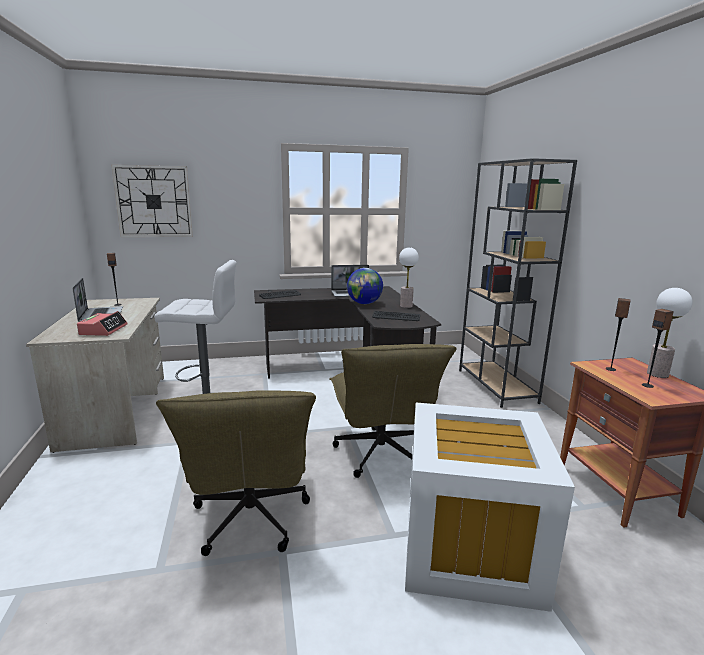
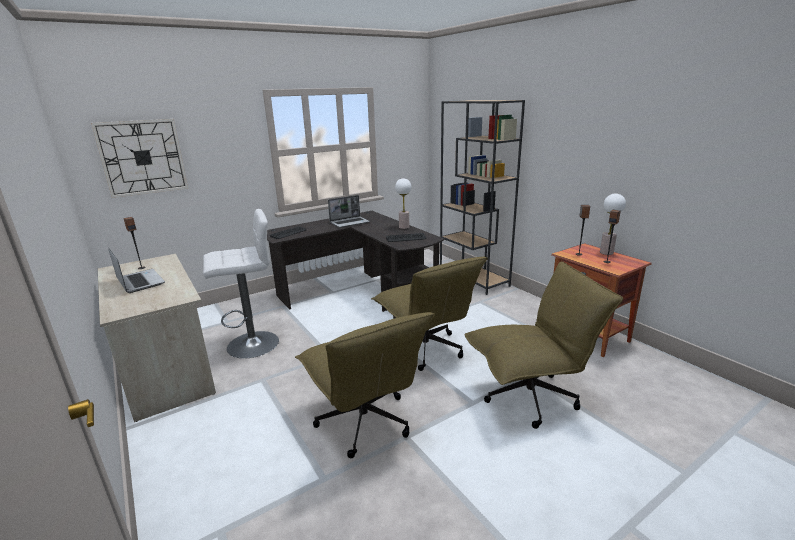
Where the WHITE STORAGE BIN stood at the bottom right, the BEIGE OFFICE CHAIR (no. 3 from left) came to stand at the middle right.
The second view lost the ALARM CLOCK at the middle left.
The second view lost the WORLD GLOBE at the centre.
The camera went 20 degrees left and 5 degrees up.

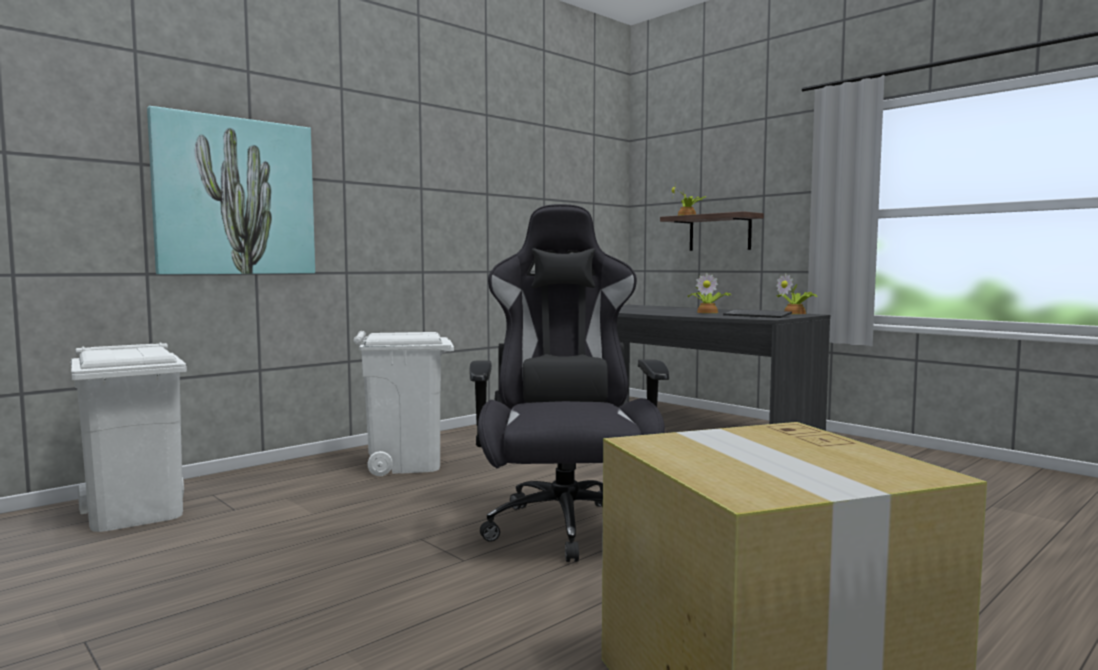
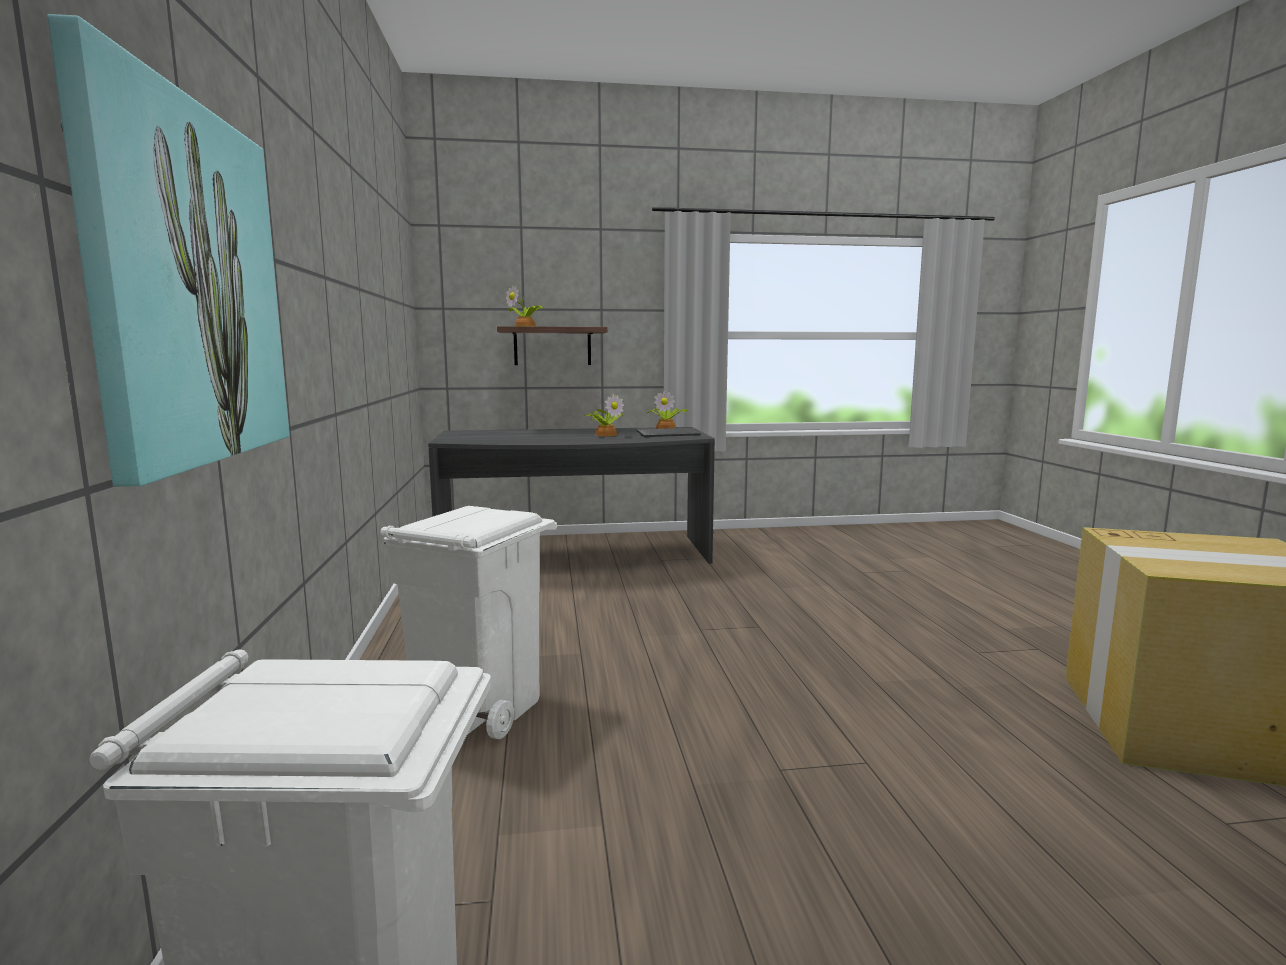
The second view lost the BLACKISH OFFICE CHAIR at the centre.
The camera went 55 degrees left and 5 degrees up.

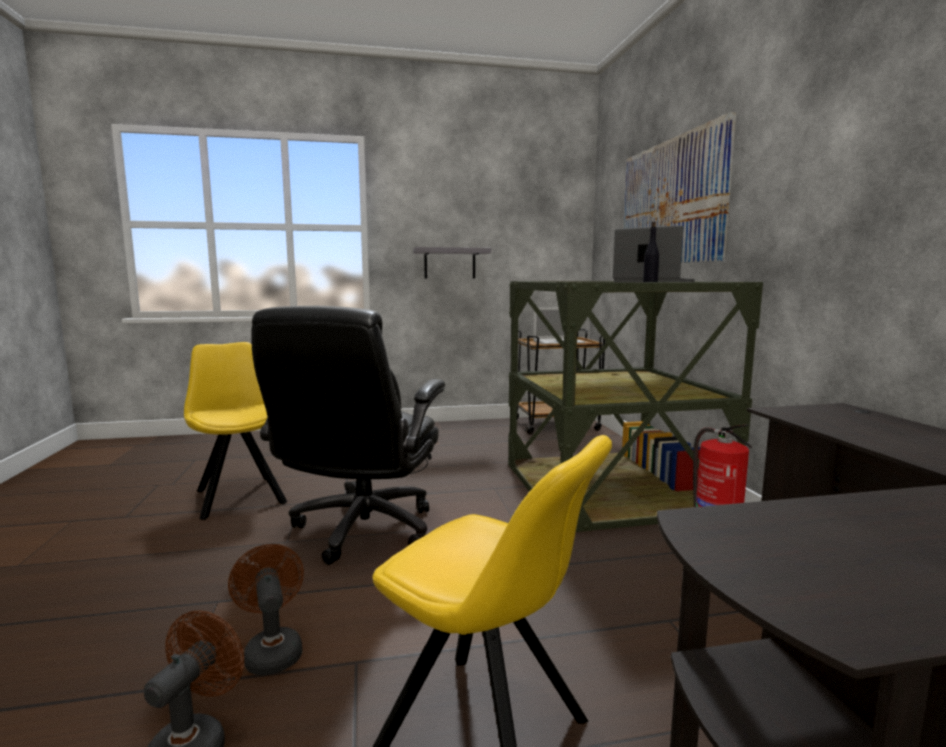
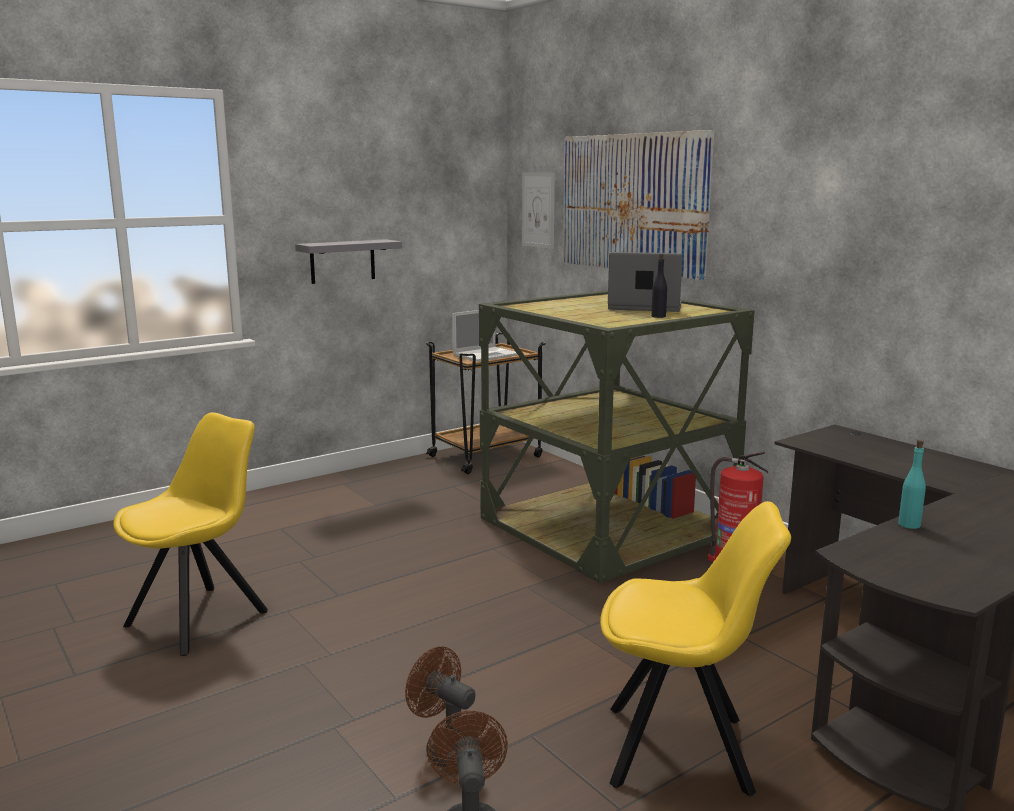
The YELLOW CHAIR (no. 1 from left) at the middle left ended up facing another way, 90 degrees clockwise from before.
The second view gained the PICTURE (no. 1 from left) at the top centre.
The second view gained the TURQUOISE-COLOURED DRINK BOTTLE at the middle right.
The second view lost the BLACKISH OFFICE CHAIR at the centre.
The camera went 25 degrees left and 5 degrees up.

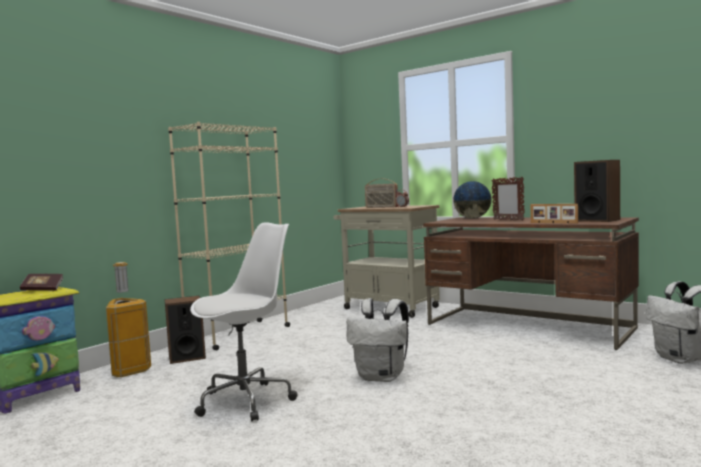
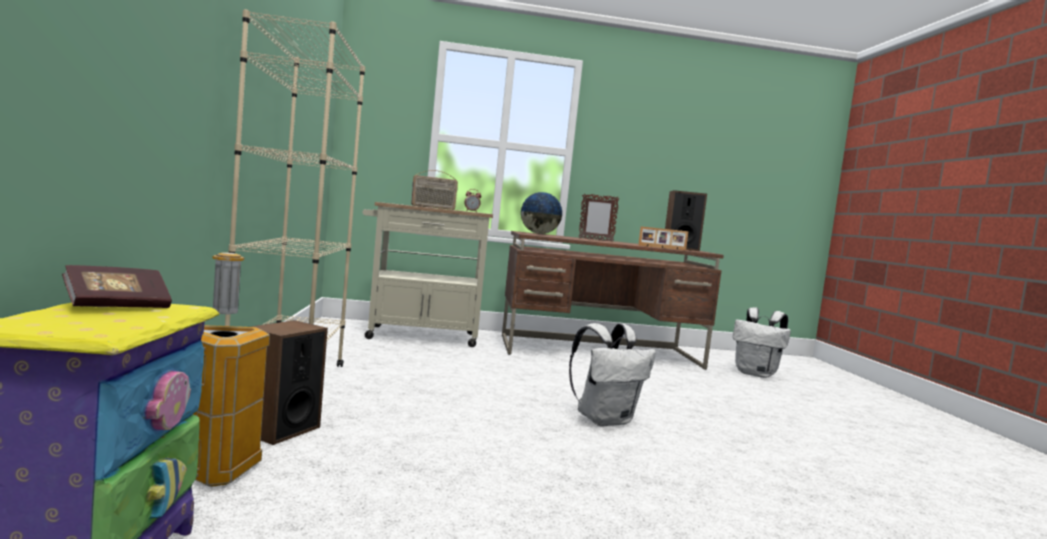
The second view lost the WHITE OFFICE CHAIR at the bottom centre.
The camera went 45 degrees left and 0 degrees up.

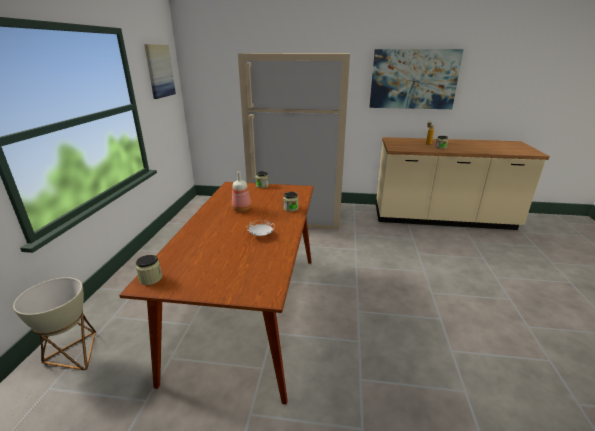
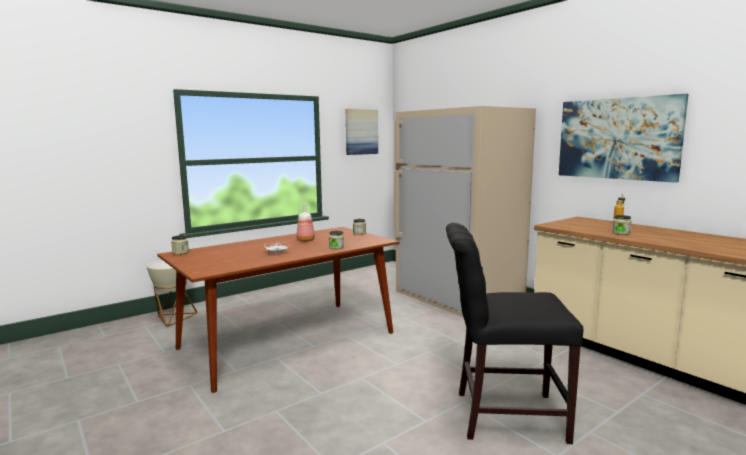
The second view gained the BLACKISH CHAIR at the bottom right.
The camera went 45 degrees right and 15 degrees down.

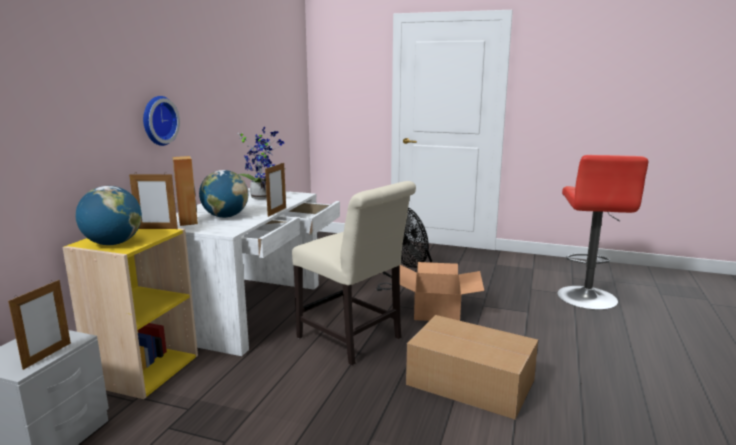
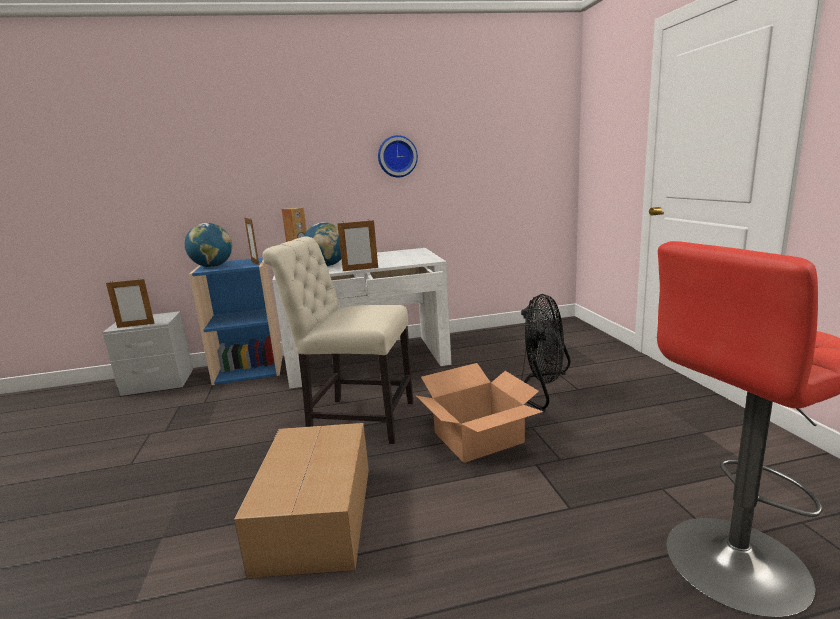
What was the YELLOW SHELVING UNIT at the bottom left turned into the BLUISH SHELVING UNIT at the middle left.
The BEIGE CHAIR at the centre ended up facing another way, 90 degrees clockwise from before.
The CLOCK ON THE WALL ended up elsewhere, having gone from the top left to the top centre.
The second view lost the POTTED PLANT at the centre.
The camera went 60 degrees right and 0 degrees up.

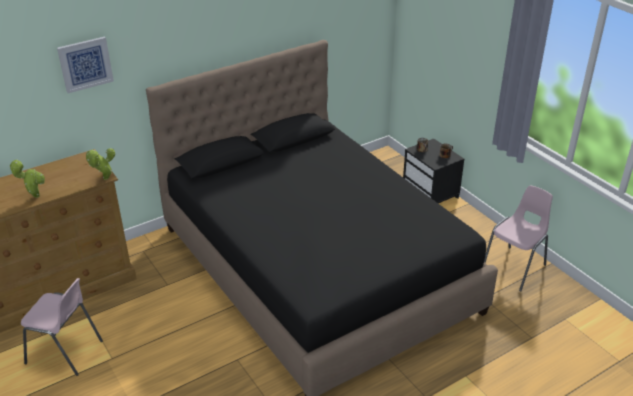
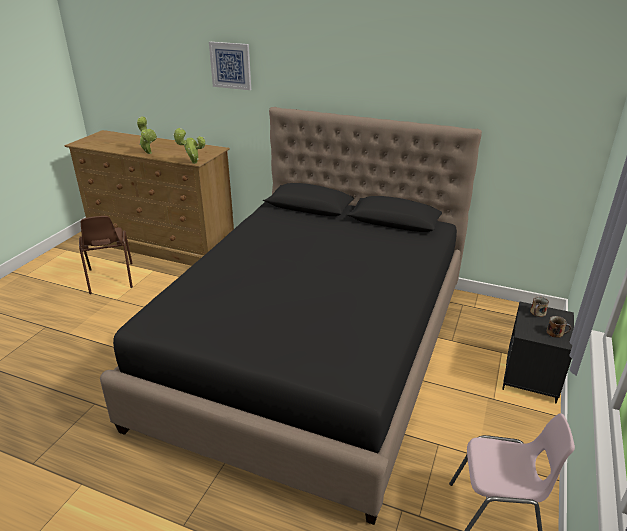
What was the PINK-COLOURED CHAIR (no. 1 from left) at the bottom left turned into the BROWN-COLOURED CHAIR at the middle left.
The camera went 55 degrees right and 5 degrees down.

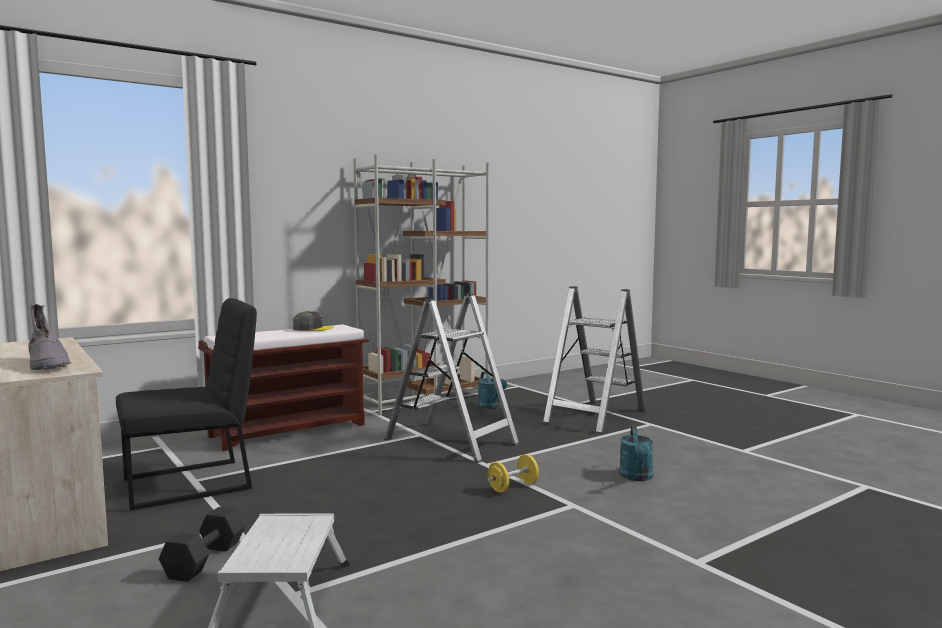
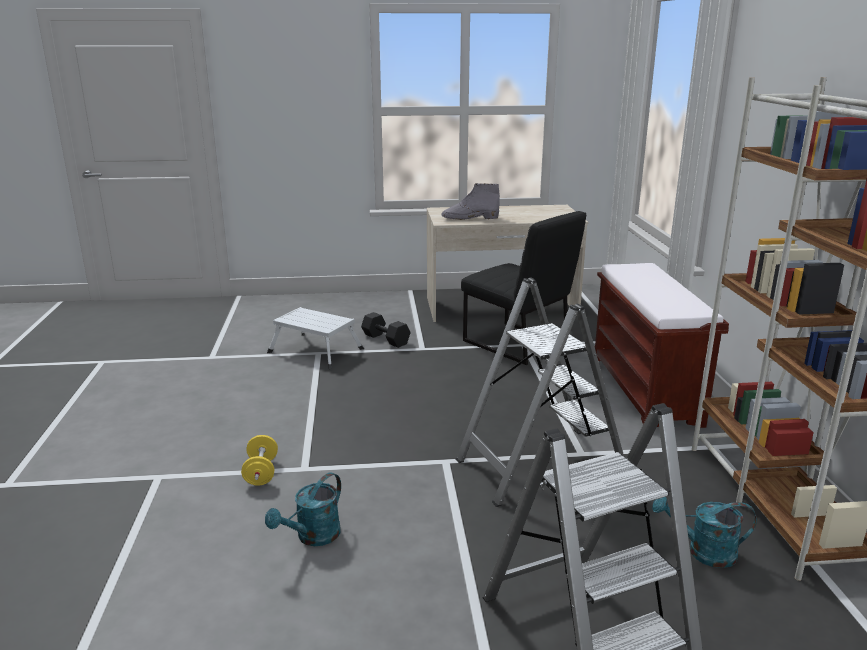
The YELLOW FREE WEIGHT ended up elsewhere, having gone from the bottom centre to the bottom left.
The TURQUOISE-COLOURED WATERING CAN (no. 2 from left in the first image) at the bottom right ended up facing another way, 90 degrees counterclockwise from before.
The BLACKISH CHAIR at the middle left ended up facing another way, 45 degrees counterclockwise from before.
The second view lost the GREY BASEBALL CAP at the middle left.
The camera went 120 degrees right and 15 degrees up.

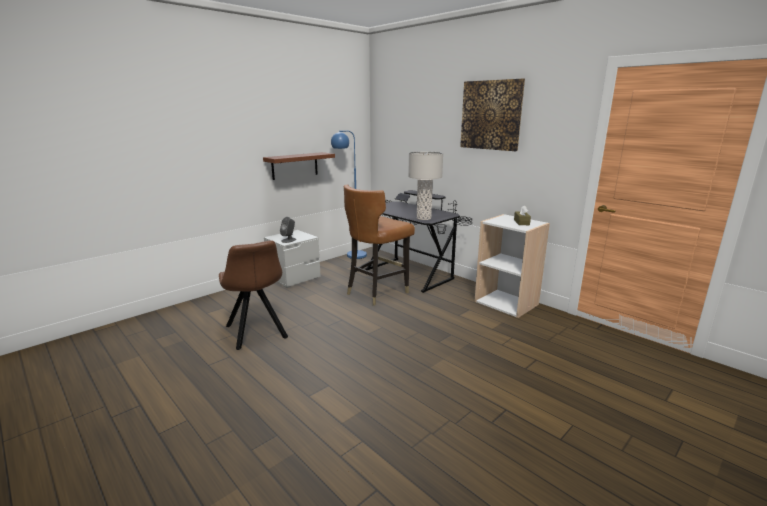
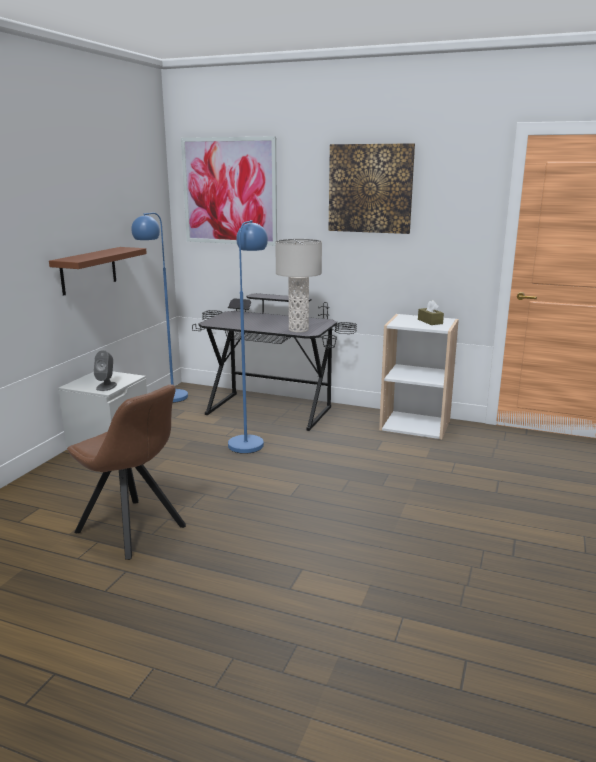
The second view gained the PICTURE (no. 1 from left) at the top centre.
Where the BROWN-COLOURED CHAIR (no. 2 from left) stood at the centre, the BLUISH FLOOR LAMP (no. 2 from left) came to stand at the centre.
The camera went 25 degrees left and 0 degrees up.

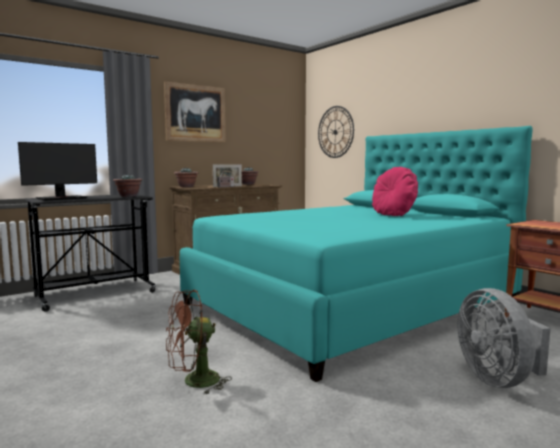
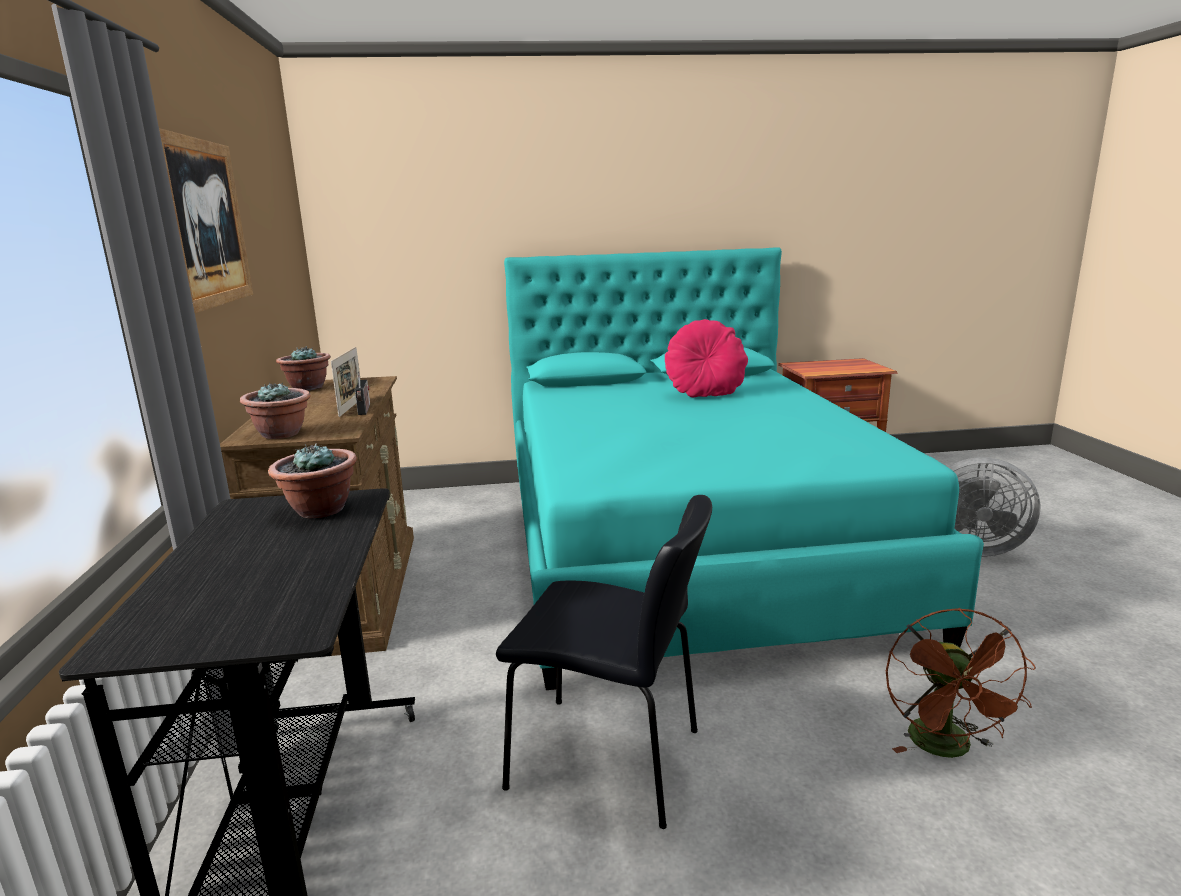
The second view gained the BLACKISH CHAIR at the bottom centre.
The second view lost the COMPUTER SCREEN at the middle left.
The second view lost the CLOCK ON THE WALL at the top centre.
The camera went 60 degrees left and 10 degrees up.

